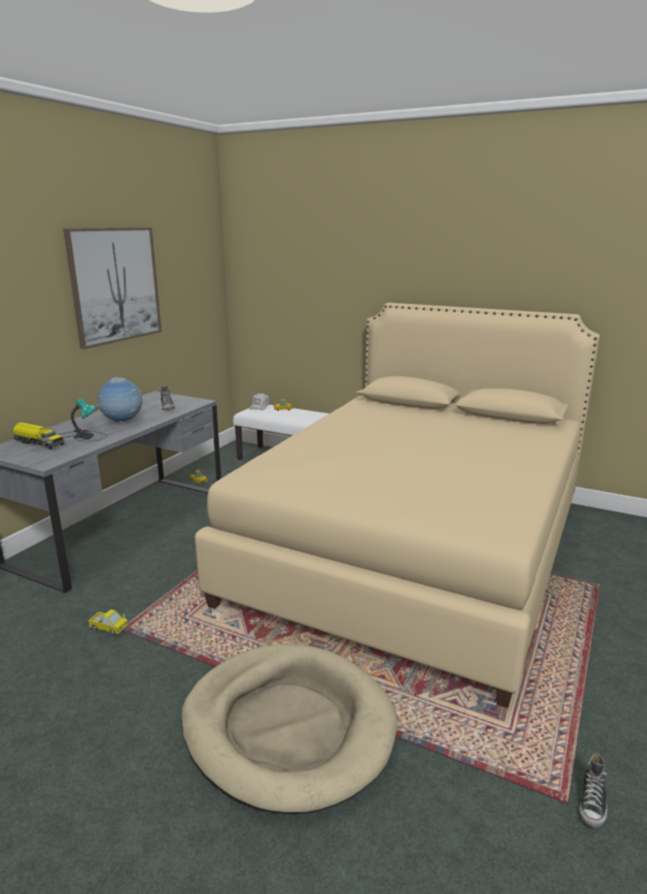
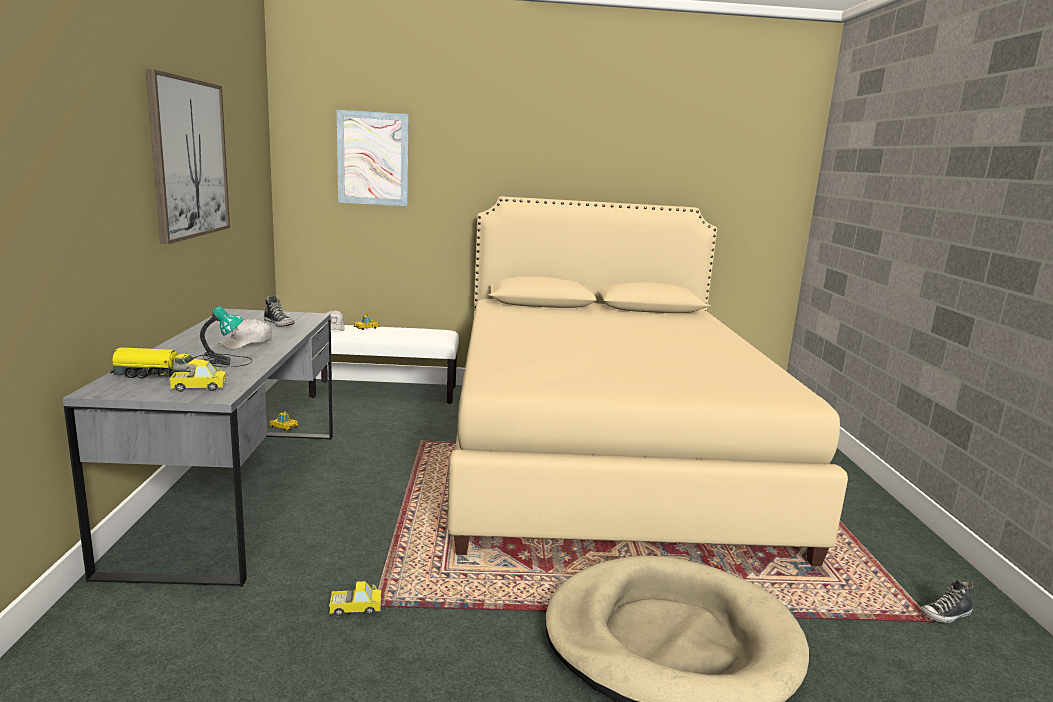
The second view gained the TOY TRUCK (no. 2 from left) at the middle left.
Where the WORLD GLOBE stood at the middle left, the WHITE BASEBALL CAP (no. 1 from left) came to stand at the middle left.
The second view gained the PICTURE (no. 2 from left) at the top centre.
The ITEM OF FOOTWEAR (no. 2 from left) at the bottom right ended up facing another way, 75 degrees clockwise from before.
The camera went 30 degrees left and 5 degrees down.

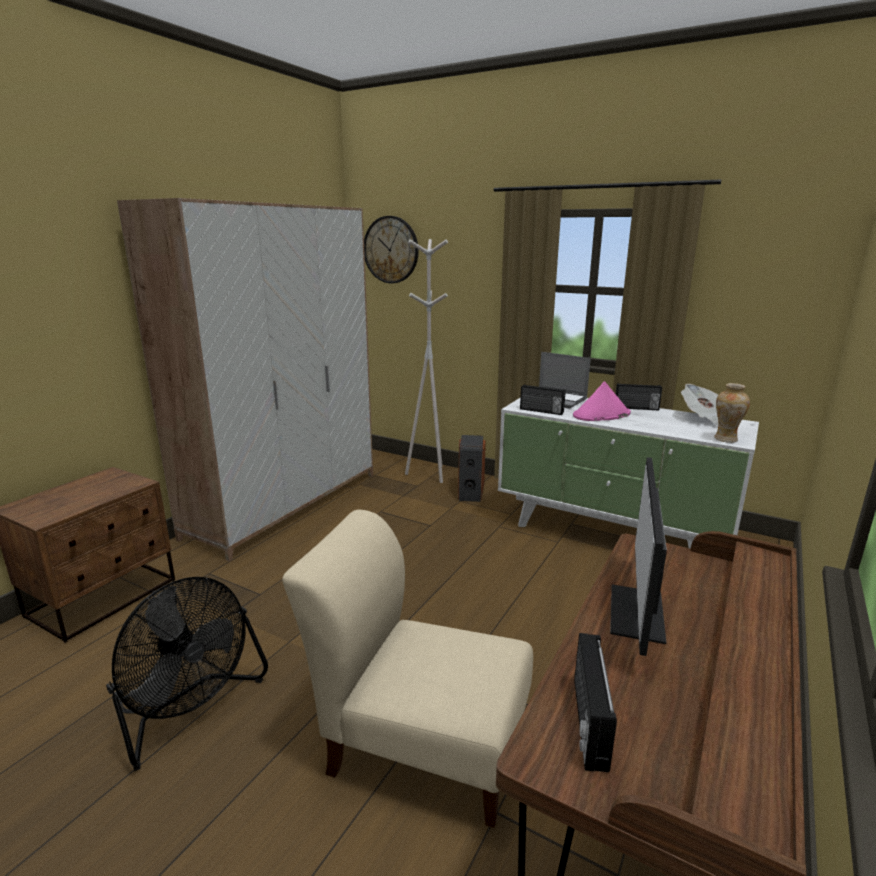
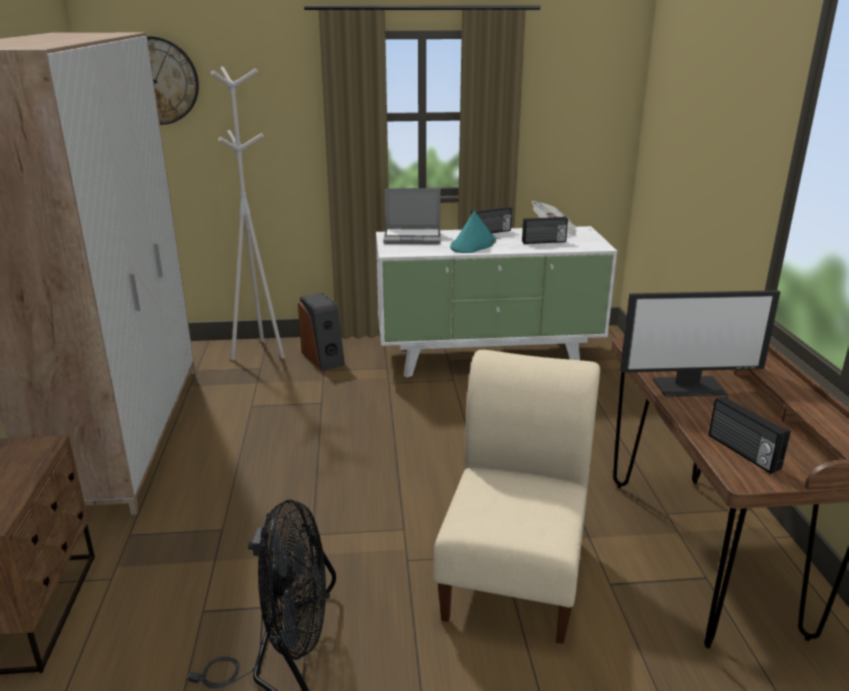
The BEIGE CHAIR at the bottom centre ended up facing another way, 120 degrees clockwise from before.
What was the PINK-COLOURED HAT at the middle right turned into the TURQUOISE-COLOURED HAT at the centre.
The RADIO (no. 1 from left in the first image) ended up elsewhere, having gone from the centre to the top centre.
The COMPUTER SCREEN at the middle right ended up facing another way, 75 degrees counterclockwise from before.
The second view lost the FLOWER VASE at the middle right.
The camera went 35 degrees left and 5 degrees up.

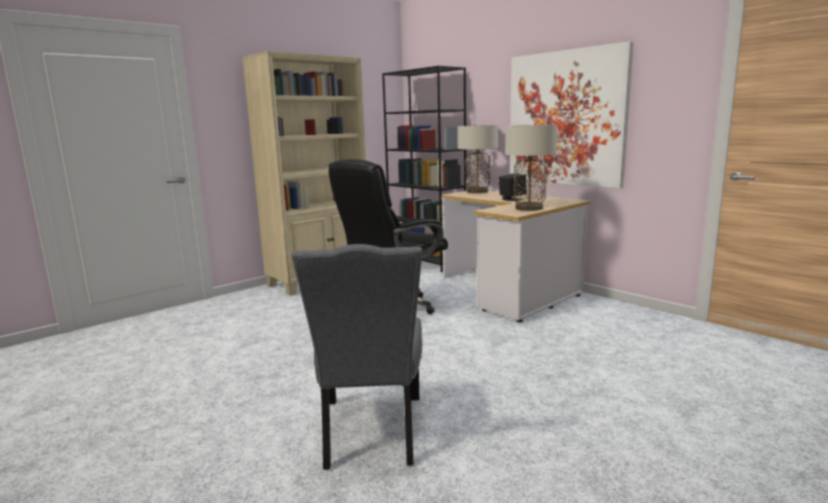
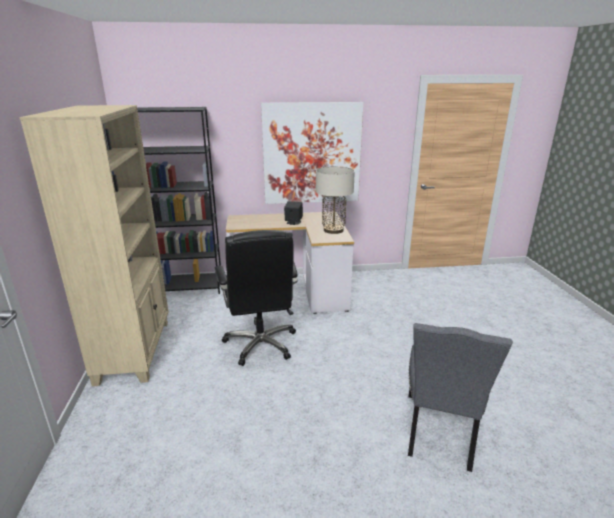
The GREY CHAIR at the bottom centre ended up facing another way, 75 degrees clockwise from before.
The second view lost the LAMP FOR A TABLE (no. 1 from left) at the top centre.
The camera went 55 degrees left and 10 degrees up.

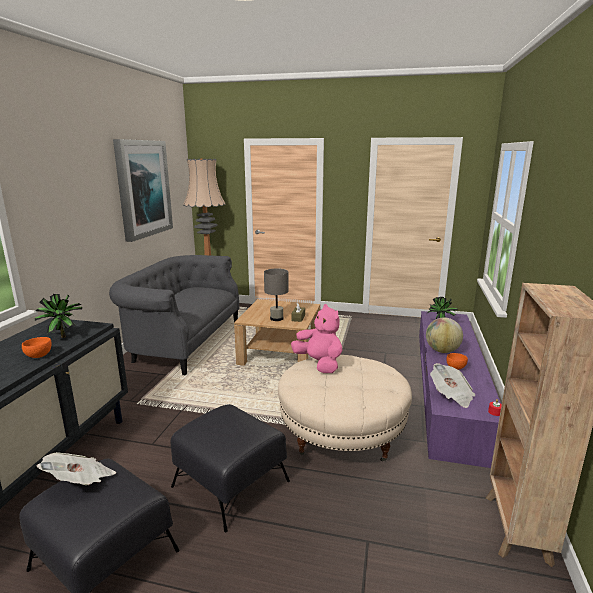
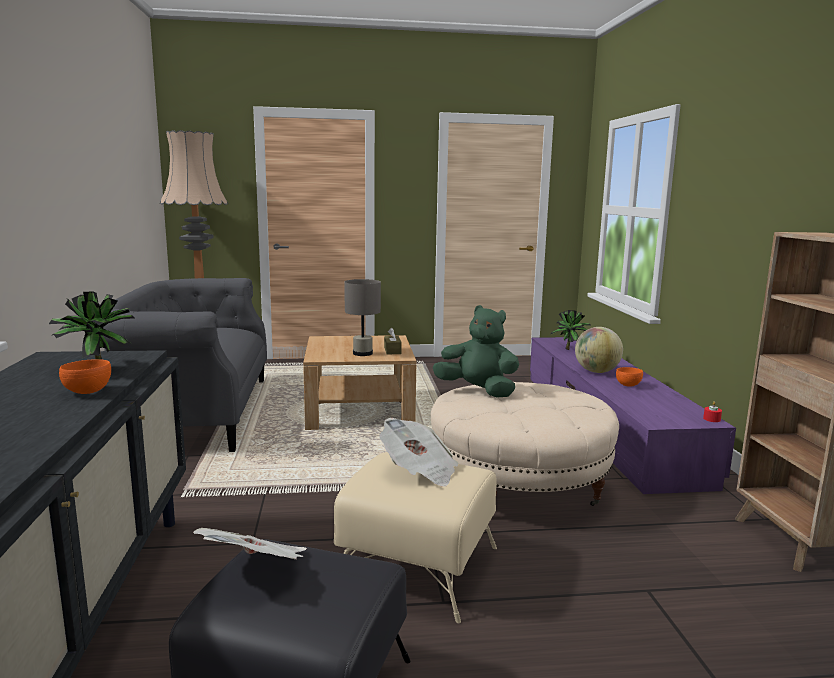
What was the BLACKISH POUFFE (no. 2 from left) at the bottom centre turned into the BEIGE POUFFE (no. 1 from left) at the bottom centre.
The PRINTED PAPER (no. 2 from left) ended up elsewhere, having gone from the middle right to the bottom centre.
What was the PINK-COLOURED SOFT TOY at the centre turned into the GREENISH SOFT TOY at the centre.
The second view lost the PICTURE at the top left.
The camera went 20 degrees left and 5 degrees down.

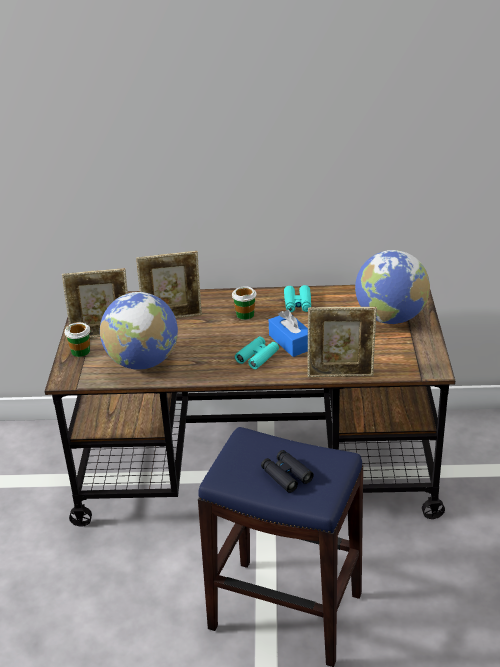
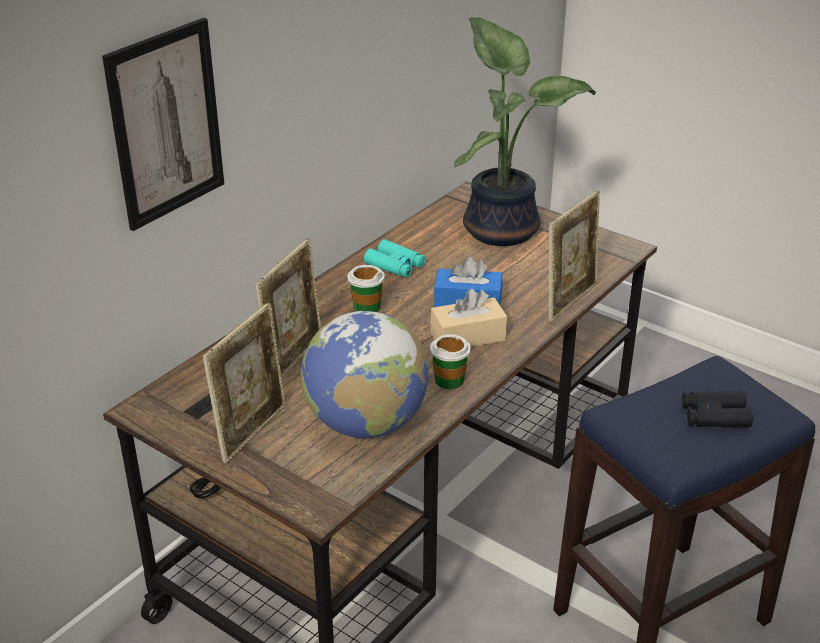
The second view gained the PICTURE at the top left.
The DRINKING CUP (no. 1 from left in the first image) ended up elsewhere, having gone from the middle left to the centre.
Where the TURQUOISE-COLOURED BINOCULARS (no. 1 from left) stood at the centre, the BEIGE TISSUE BOX came to stand at the centre.
Where the WORLD GLOBE (no. 2 from left) stood at the middle right, the POTTED PLANT came to stand at the top centre.
The camera went 55 degrees left and 0 degrees up.

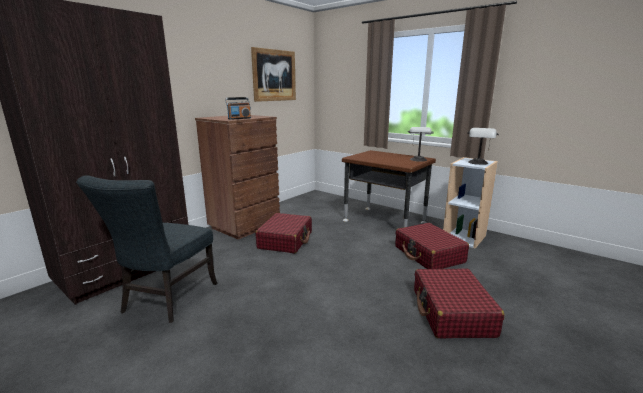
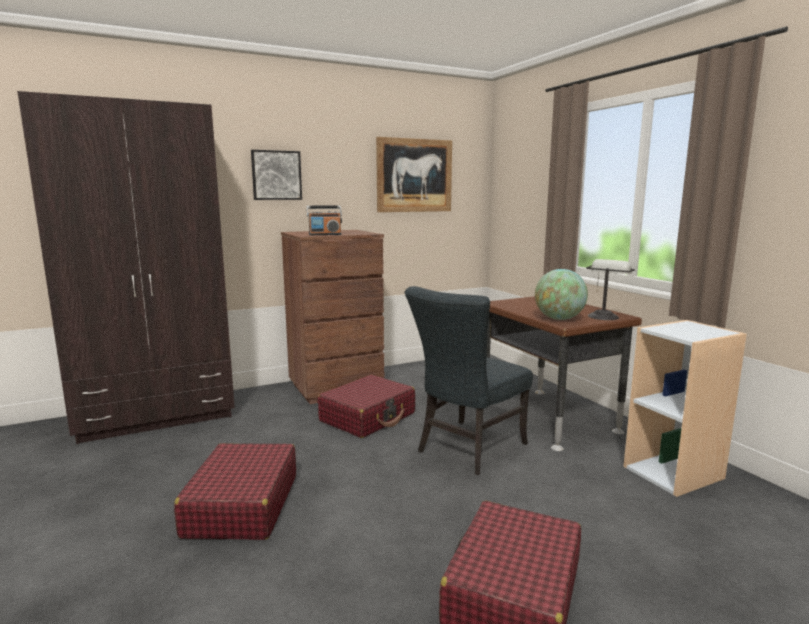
The RED-COLOURED TRAVEL CASE (no. 2 from left in the first image) ended up elsewhere, having gone from the middle right to the bottom left.
The second view gained the PICTURE (no. 1 from left) at the top centre.
The GREY CHAIR ended up elsewhere, having gone from the middle left to the centre.
The second view gained the WORLD GLOBE at the middle right.
The second view lost the LAMP FOR A TABLE (no. 2 from left) at the middle right.
The camera went 25 degrees right and 5 degrees down.

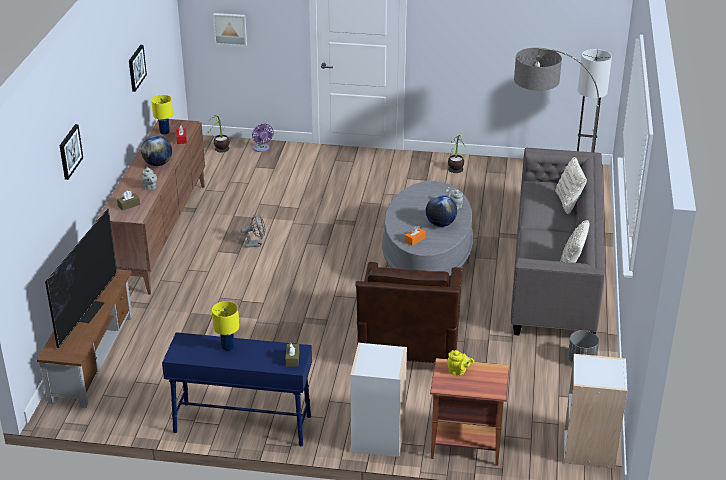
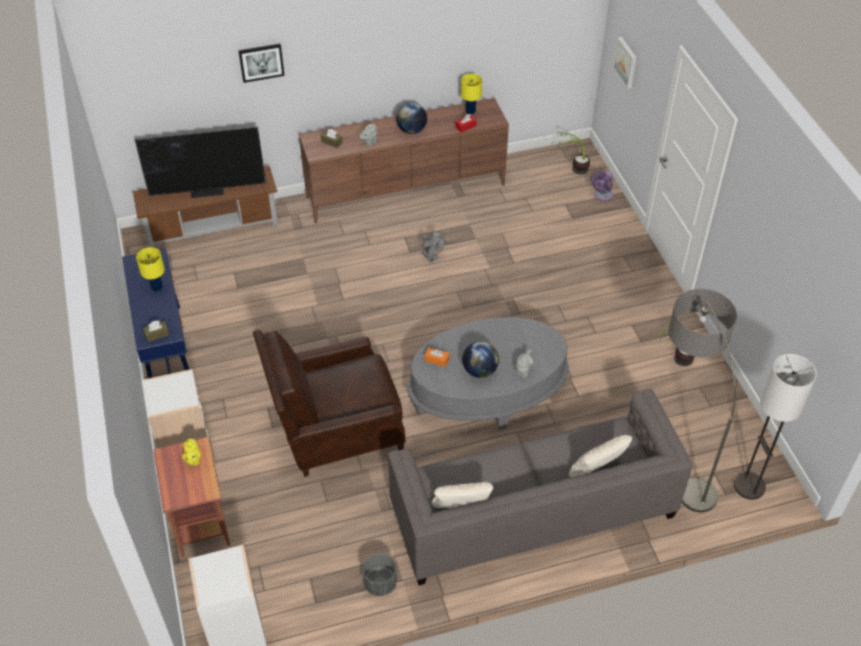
The second view lost the PICTURE (no. 2 from left) at the top left.
The camera went 65 degrees right and 15 degrees up.

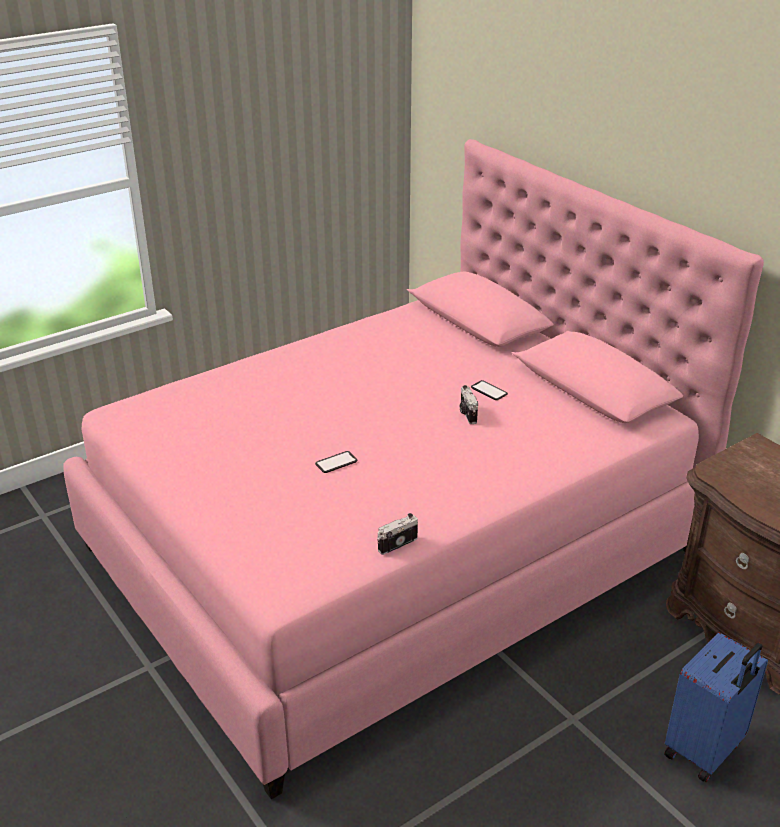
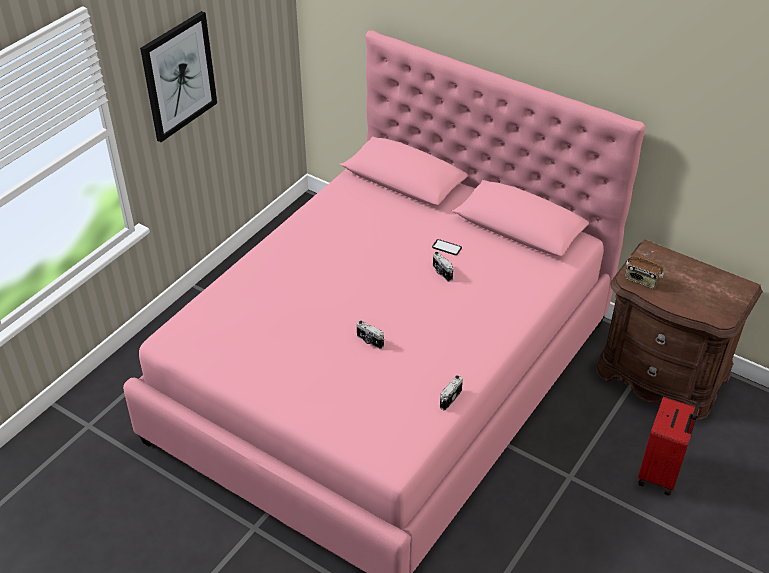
The second view gained the PICTURE at the top left.
Where the HANDSET (no. 1 from left) stood at the centre, the PHOTO CAMERA (no. 1 from left) came to stand at the centre.
The second view gained the RADIO at the middle right.
What was the BLUISH TRAVEL CASE at the bottom right turned into the RED-COLOURED TRAVEL CASE at the bottom right.
The camera went 20 degrees left and 10 degrees up.

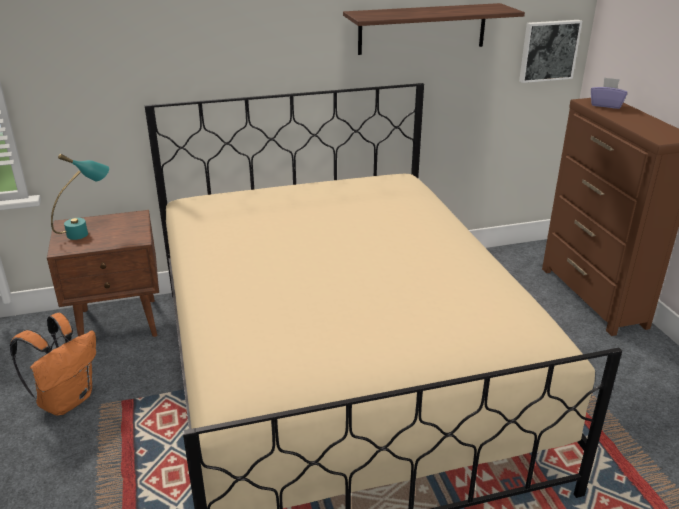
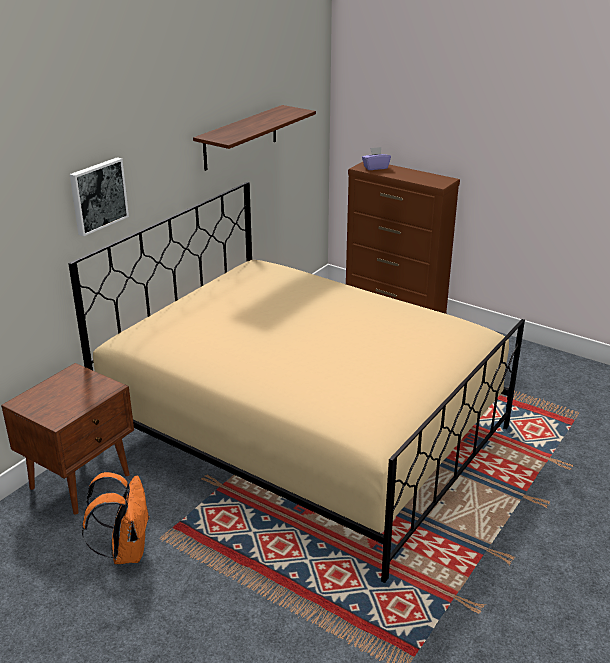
The PICTURE ended up elsewhere, having gone from the top right to the top left.
The second view lost the TURQUOISE-COLOURED LAMP FOR A TABLE at the middle left.
The camera went 40 degrees left and 0 degrees up.

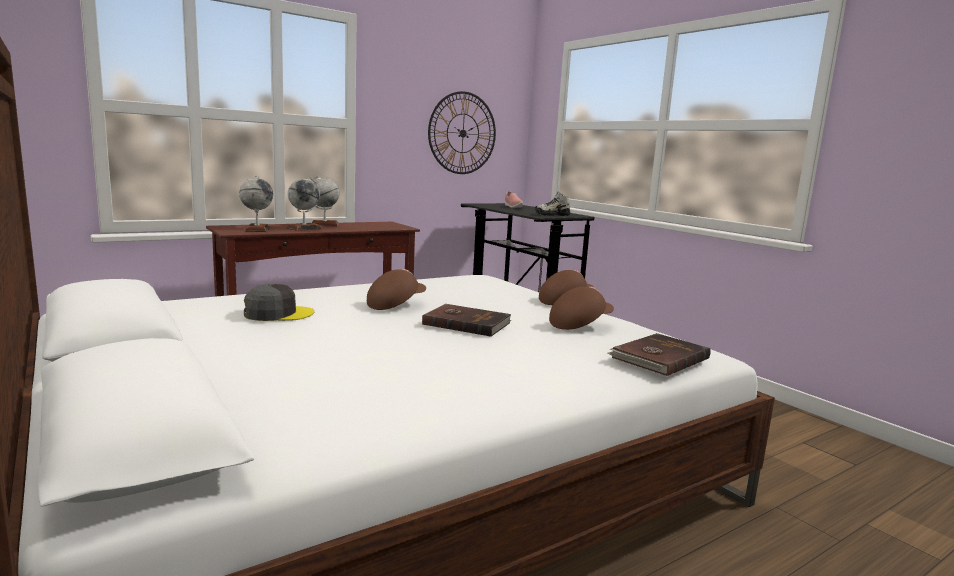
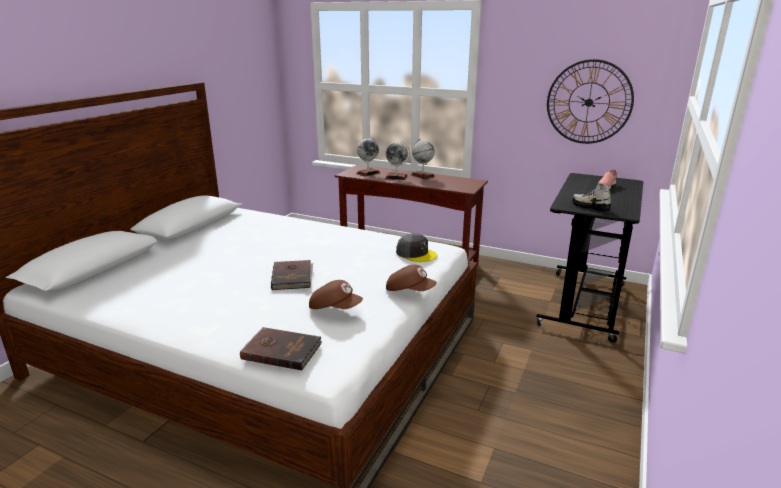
The GREY BASEBALL CAP ended up elsewhere, having gone from the middle left to the centre.
The second view lost the BROWN-COLOURED BASEBALL CAP (no. 1 from left) at the centre.
The camera went 60 degrees right and 10 degrees up.

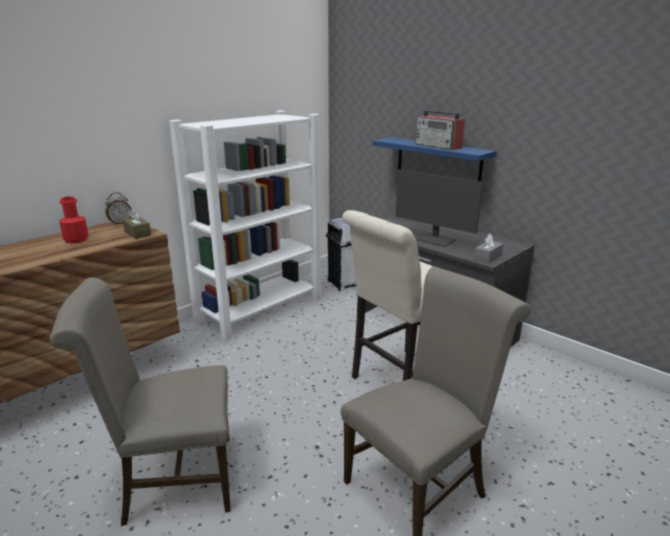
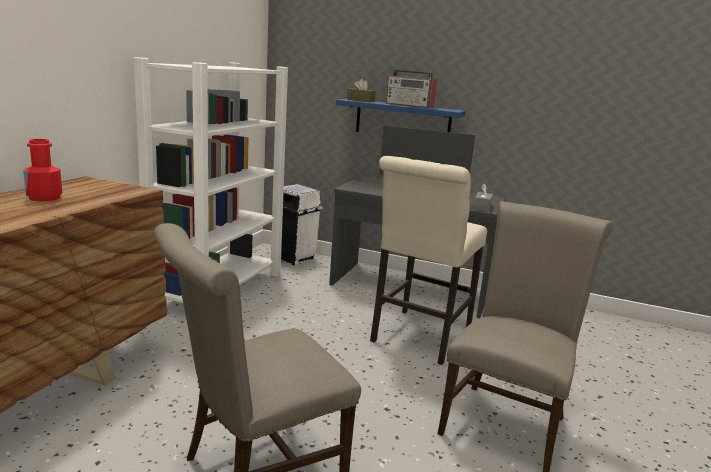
The BROWN-COLOURED TISSUE BOX ended up elsewhere, having gone from the middle left to the top centre.
The second view lost the ALARM CLOCK at the middle left.
The camera went 25 degrees left and 5 degrees down.

